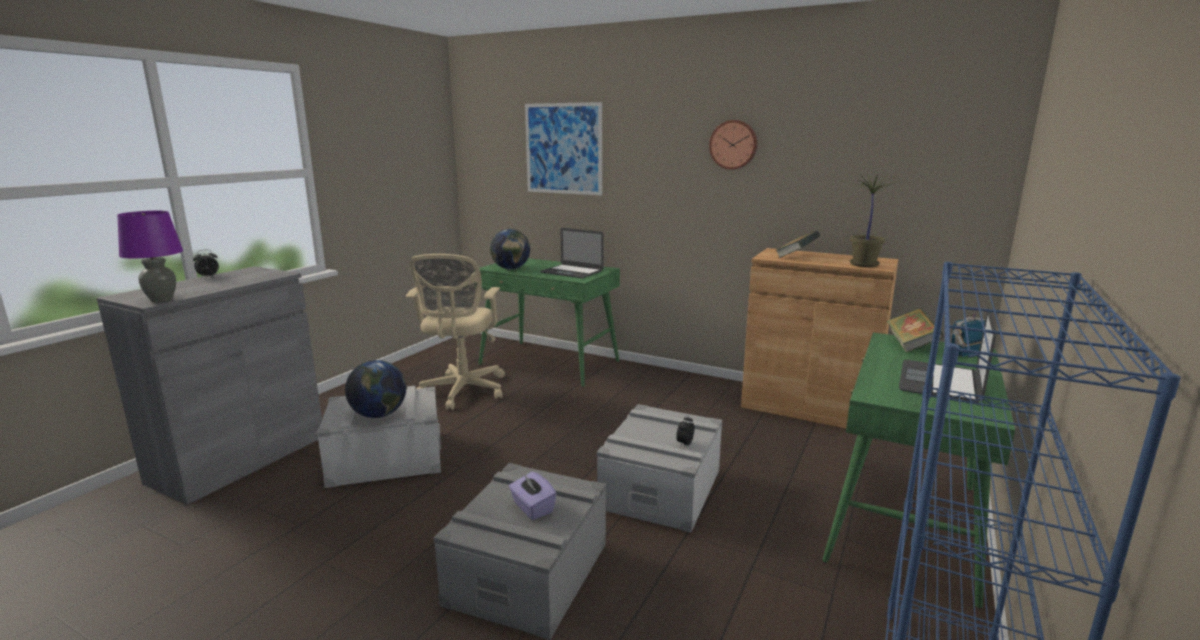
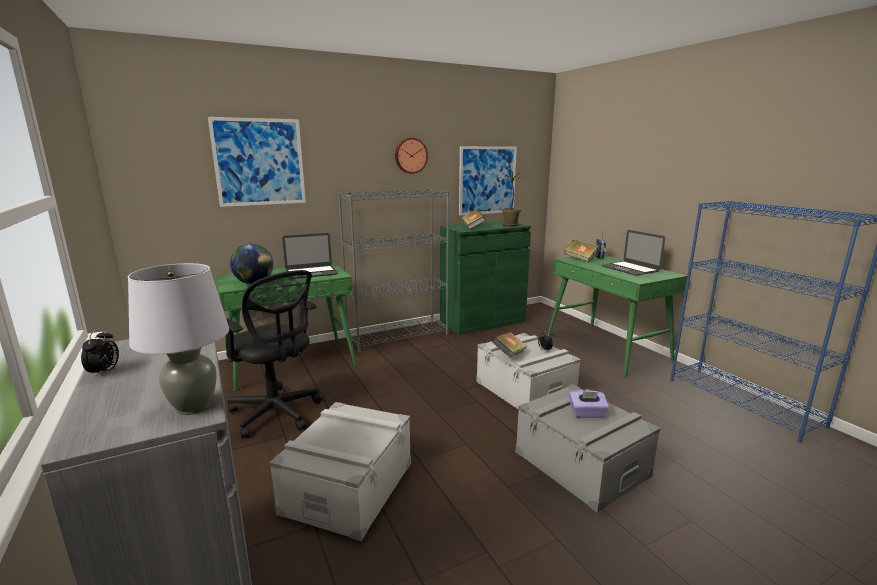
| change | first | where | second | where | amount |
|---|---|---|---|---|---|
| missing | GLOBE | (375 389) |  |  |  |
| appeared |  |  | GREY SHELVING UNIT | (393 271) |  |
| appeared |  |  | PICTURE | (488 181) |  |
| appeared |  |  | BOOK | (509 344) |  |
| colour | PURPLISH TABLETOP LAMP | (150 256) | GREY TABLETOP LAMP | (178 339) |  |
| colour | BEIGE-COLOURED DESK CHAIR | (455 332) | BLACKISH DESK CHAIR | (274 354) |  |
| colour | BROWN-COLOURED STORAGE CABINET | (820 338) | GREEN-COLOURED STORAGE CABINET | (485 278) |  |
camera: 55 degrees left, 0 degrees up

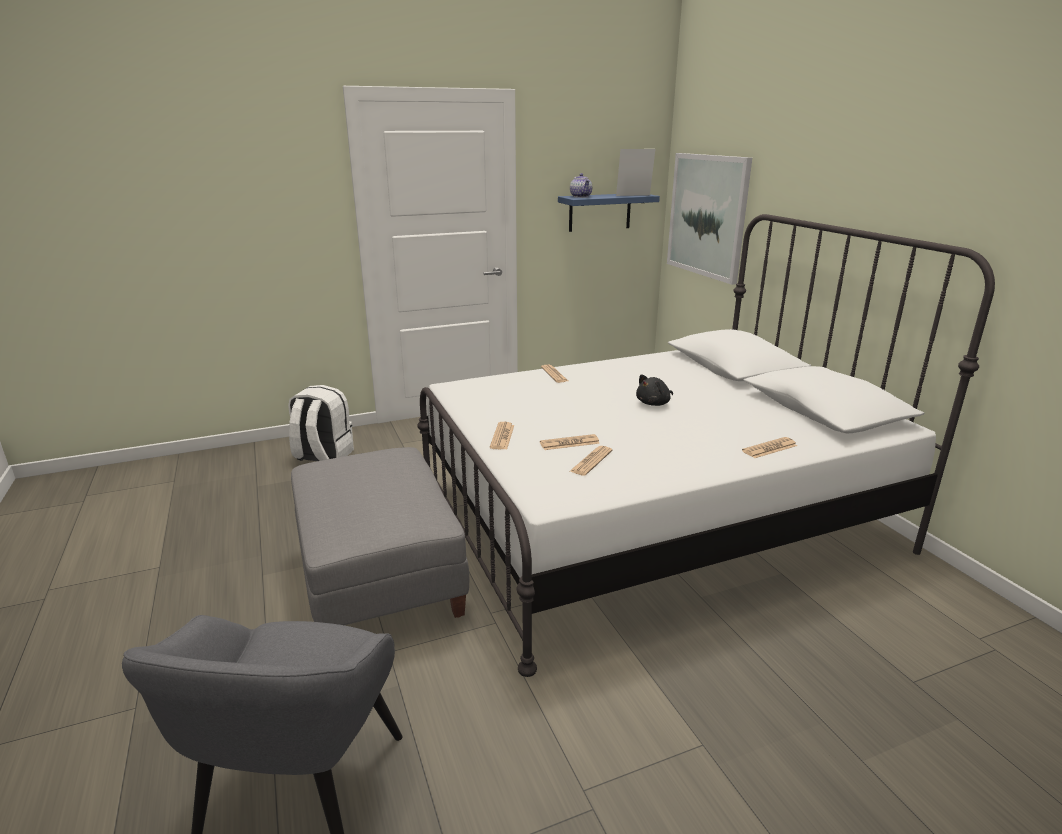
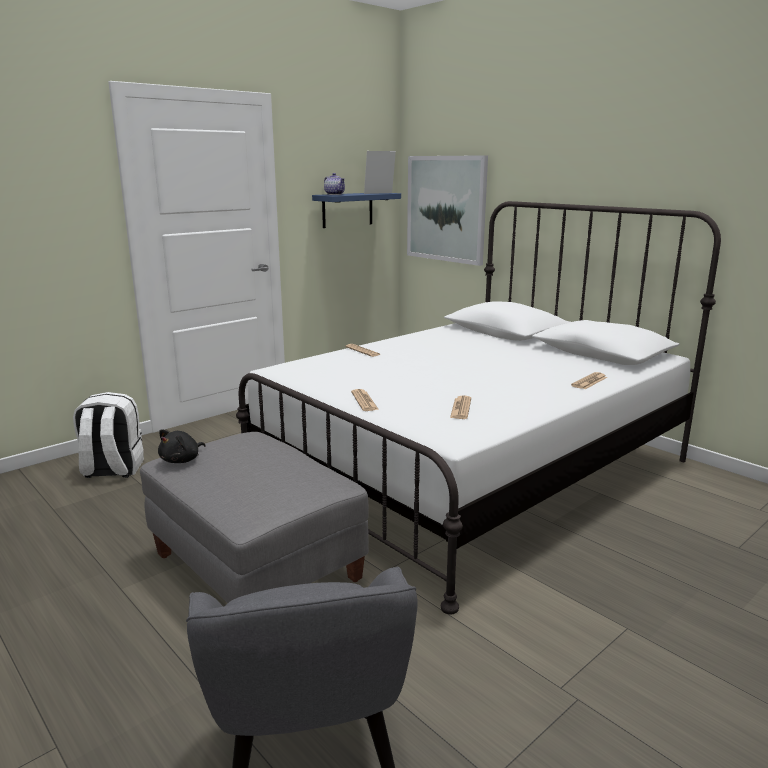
| change | first | where | second | where | amount |
|---|---|---|---|---|---|
| missing | PRINTED PAPER | (570 442) |  |  |  |
| relocated | BLACKISH SOFT TOY | (654 390) |  | (182 446) |  |
camera: 20 degrees left, 5 degrees down

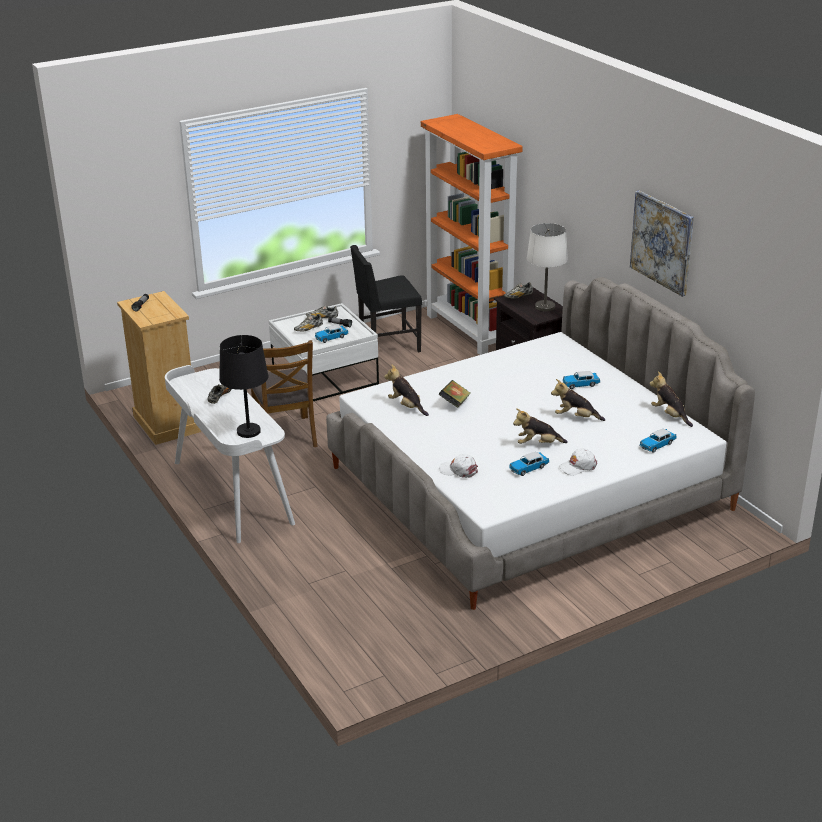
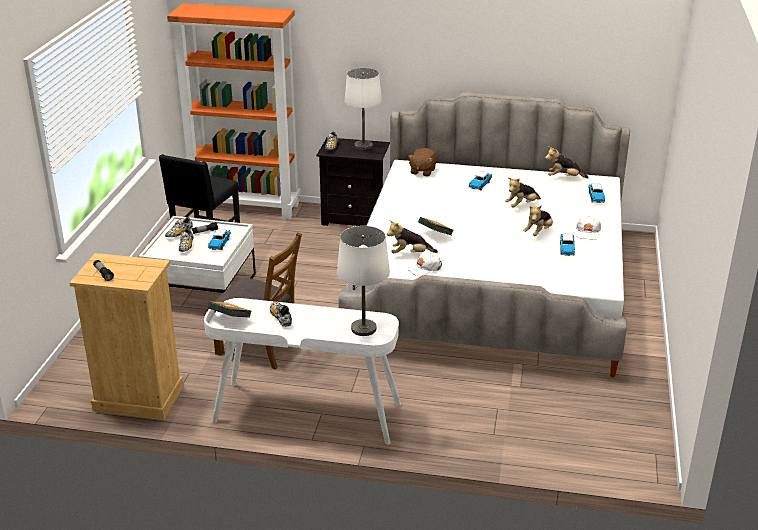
| change | first | where | second | where | amount |
|---|---|---|---|---|---|
| missing | PICTURE | (662 244) |  |  |  |
| appeared |  |  | BOOK | (229 309) |  |
| appeared |  |  | BROWN-COLOURED SOFT TOY | (422 162) |  |
| relocated | WHITISH CAP | (459 466) |  | (425 263) |  |
| colour | BLACKISH TABLETOP LAMP | (244 386) | WHITISH TABLETOP LAMP | (363 281) |  |
camera: 50 degrees left, 0 degrees up

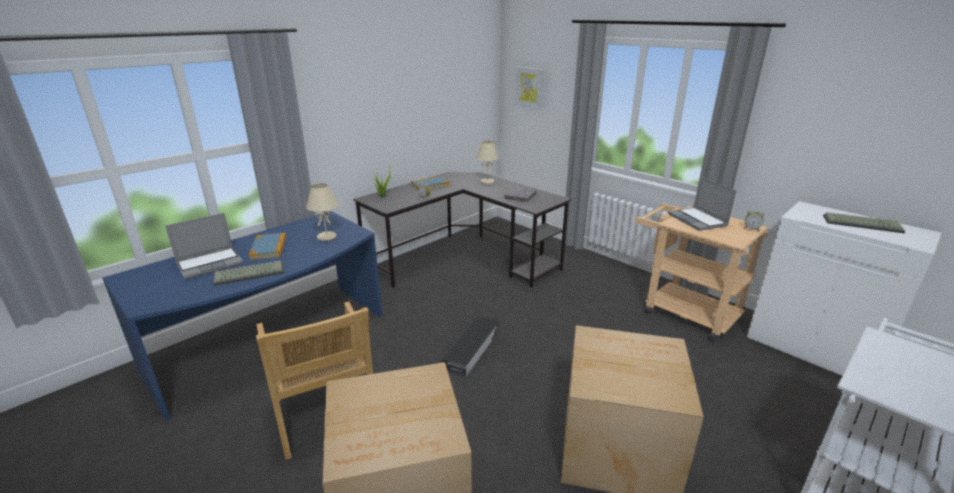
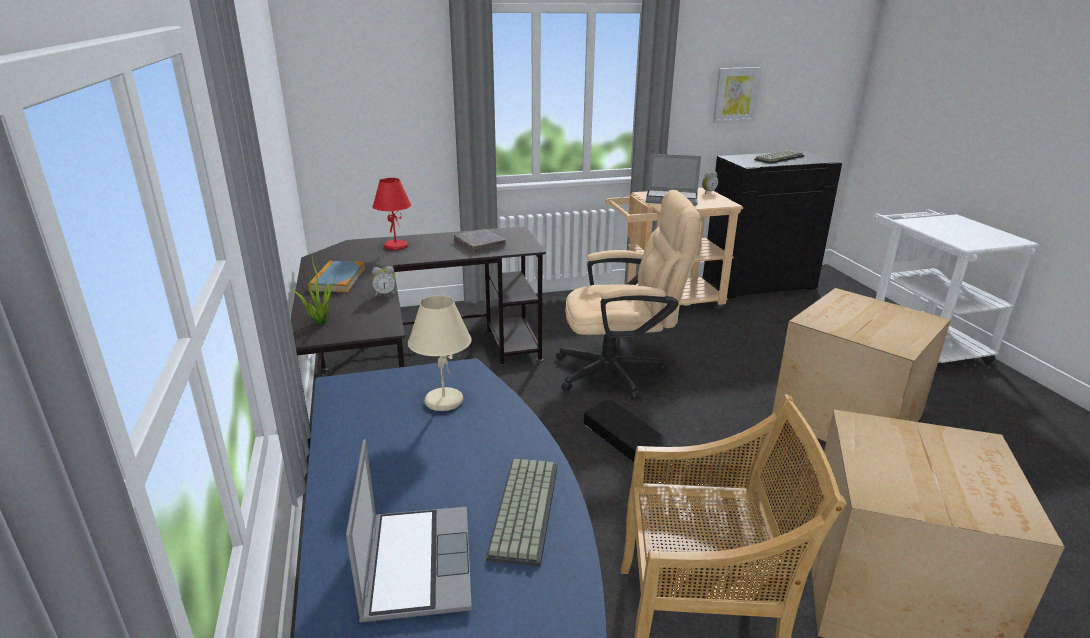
| change | first | where | second | where | amount |
|---|---|---|---|---|---|
| missing | BOOK | (267 246) |  |  |  |
| appeared |  |  | BEIGE-COLOURED DESK CHAIR | (629 295) |  |
| relocated | PICTURE | (530 88) |  | (737 95) |  |
| colour | BEIGE-COLOURED TABLETOP LAMP | (487 163) | RED TABLETOP LAMP | (392 214) |  |
| colour | WHITISH STORAGE CABINET | (843 288) | BLACKISH STORAGE CABINET | (772 225) |  |
camera: 60 degrees left, 0 degrees up

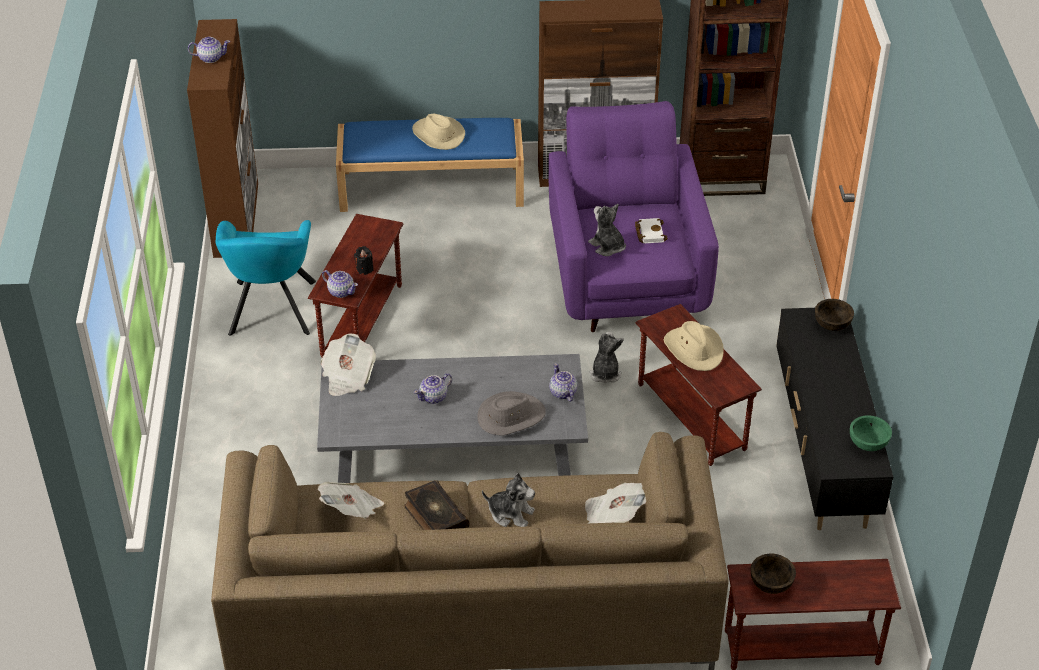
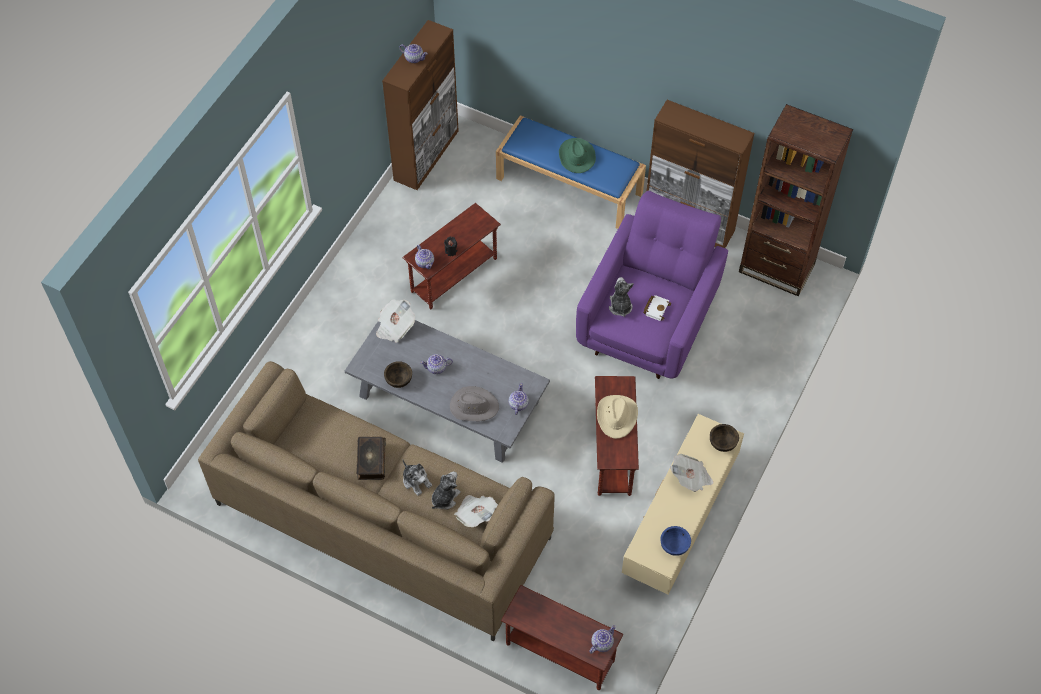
| change | first | where | second | where | amount |
|---|---|---|---|---|---|
| missing | BLUE-GREEN ARMCHAIR | (266 278) |  |  |  |
| appeared |  |  | POT FOR TEA | (602 639) |  |
| relocated | PRINTED PAPER | (351 500) |  | (691 473) |  |
| relocated | SOFT TOY | (606 357) |  | (446 490) |  |
| relocated | BROWN-COLOURED BOWL | (773 574) |  | (398 374) |  |
| colour | BEIGE-COLOURED HAT | (438 132) | GREEN-COLOURED HAT | (577 155) |  |
| colour | BLACKISH MEDIA CONSOLE | (834 419) | BEIGE-COLOURED MEDIA CONSOLE | (683 504) |  |
| colour | GREEN-COLOURED BOWL | (871 433) | BLUE BOWL | (675 541) |  |
camera: 30 degrees right, 15 degrees up

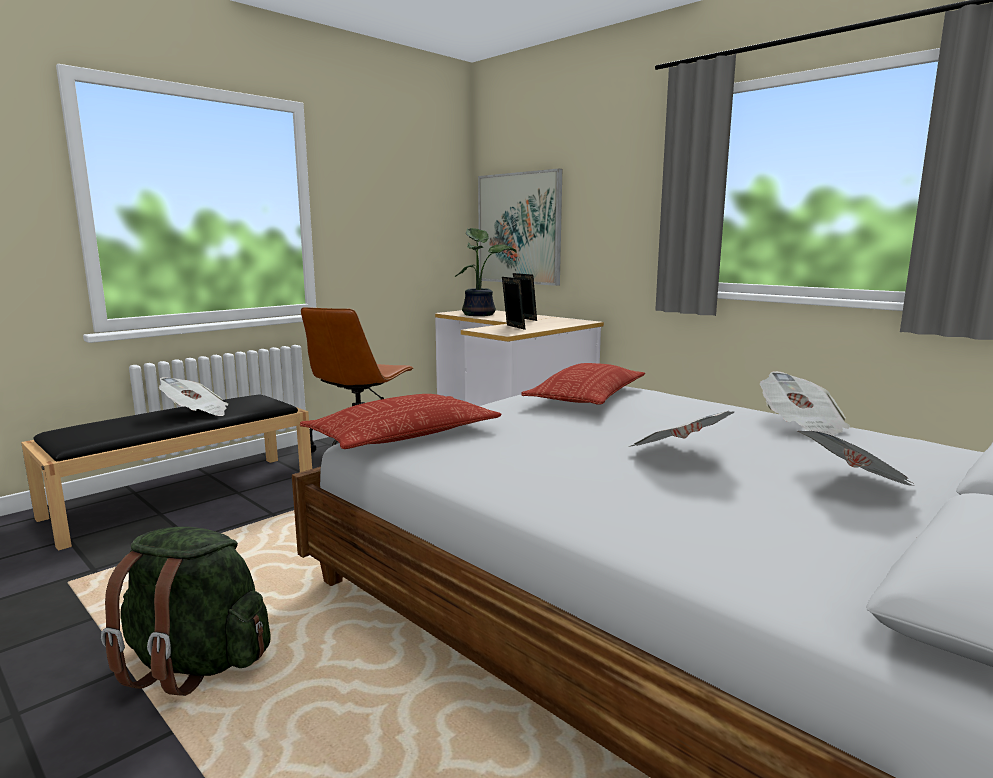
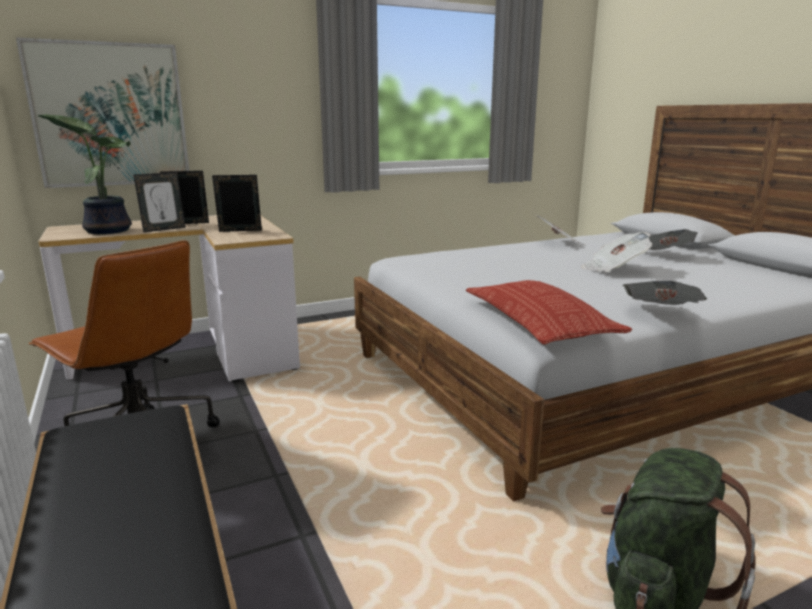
| change | first | where | second | where | amount |
|---|---|---|---|---|---|
| missing | PILLOW | (583 384) |  |  |  |
| appeared |  |  | PHOTO FRAME | (159 202) |  |
| relocated | PRINTED PAPER | (193 396) |  | (665 293) |  |
camera: 70 degrees left, 5 degrees up

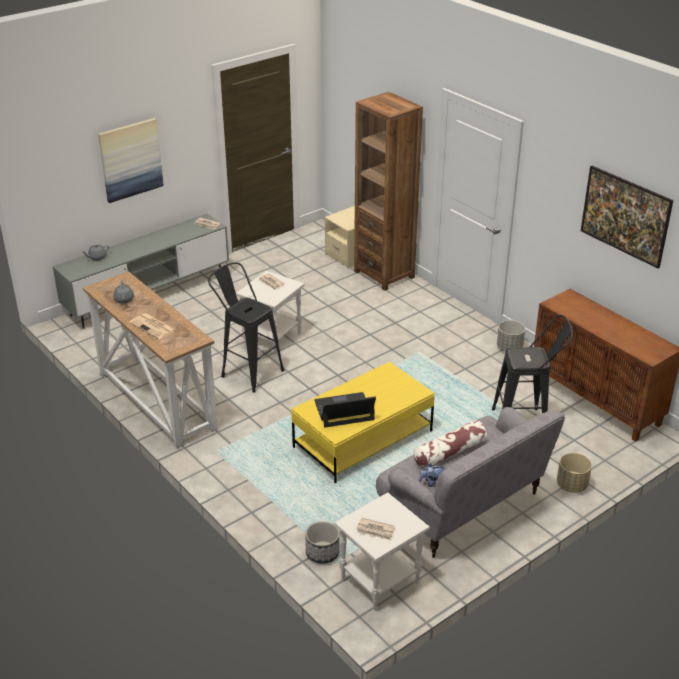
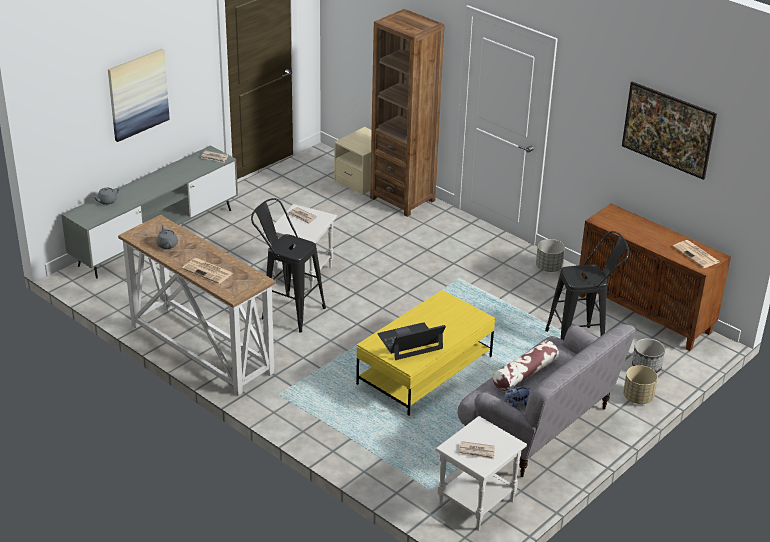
| change | first | where | second | where | amount |
|---|---|---|---|---|---|
| appeared |  |  | PRINTED PAPER | (696 254) |  |
| relocated | PLANT POT | (322 542) |  | (648 355) |  |
camera: 10 degrees left, 0 degrees up

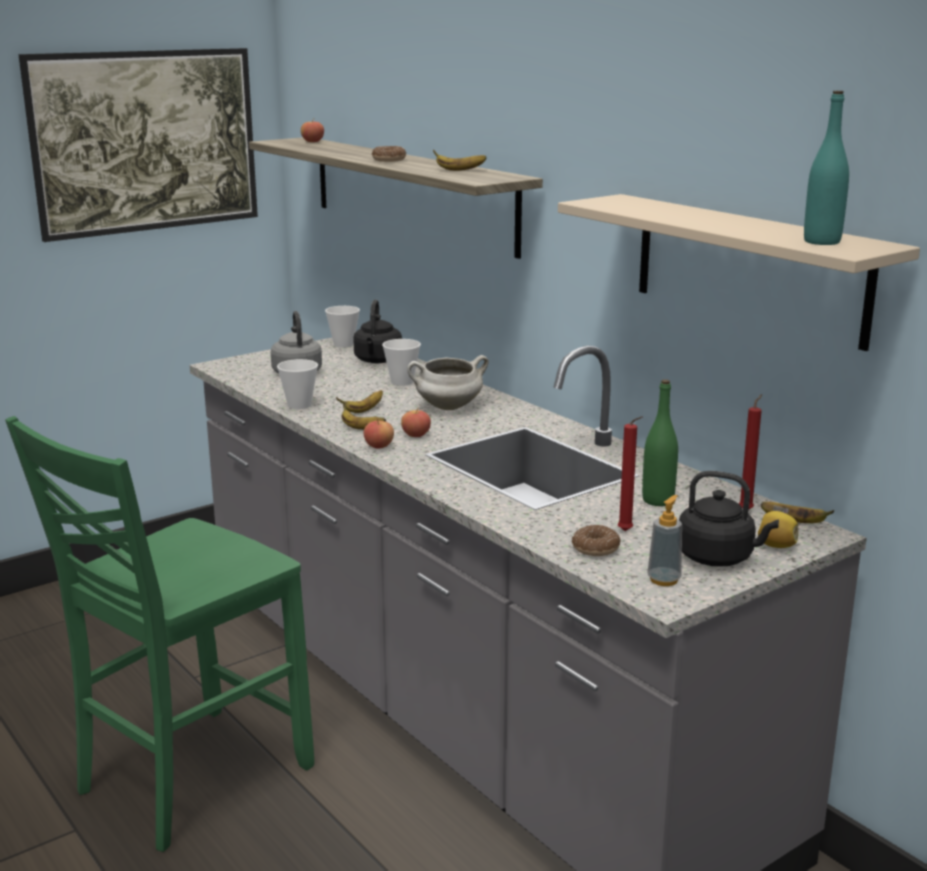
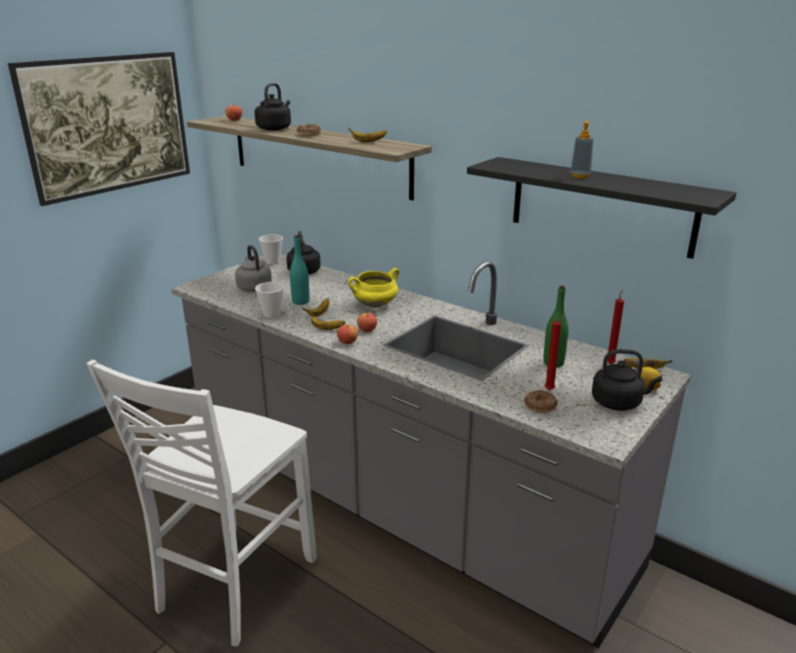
| change | first | where | second | where | amount |
|---|---|---|---|---|---|
| missing | SMALL CUP | (401 362) |  |  |  |
| appeared |  |  | BLACKISH KETTLE | (273 107) |  |
| relocated | SOAP DISPENSER | (664 540) |  | (581 149) |  |
| relocated | BLUE-GREEN DRINK BOTTLE | (826 168) |  | (299 270) |  |
| colour | GREEN-COLOURED CHAIR | (159 634) | WHITISH CHAIR | (201 503) |  |
| colour | WHITISH STOCKPOT | (448 382) | YELLOW STOCKPOT | (373 288) |  |
| colour | BEIGE-COLOURED WALL SHELF | (739 272) | BLACKISH WALL SHELF | (601 208) |  |
camera: 15 degrees left, 5 degrees up

